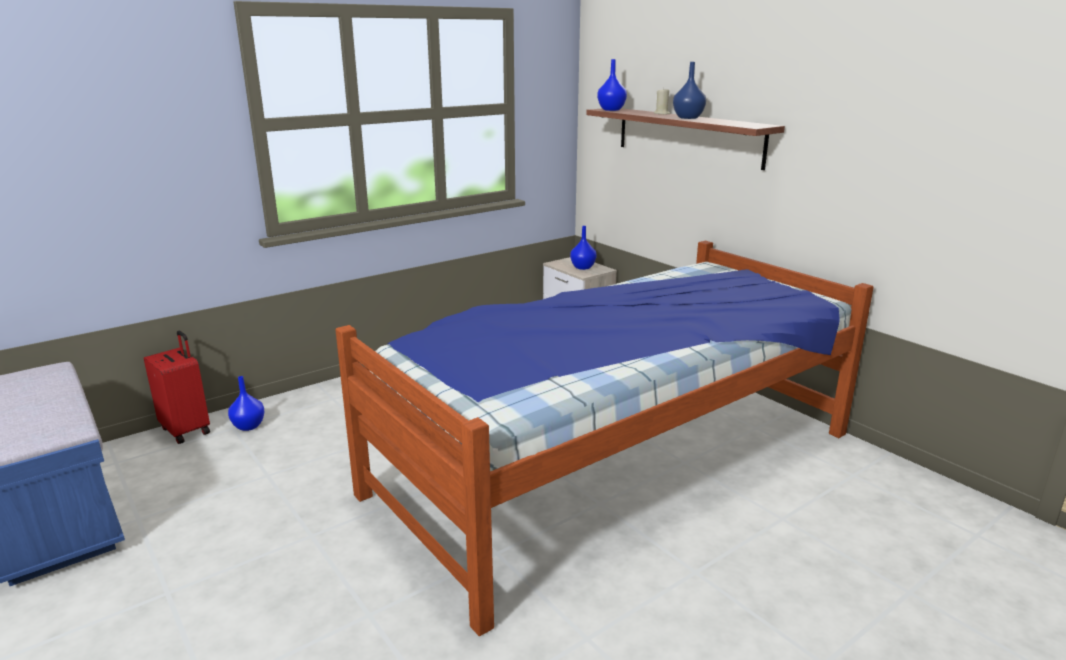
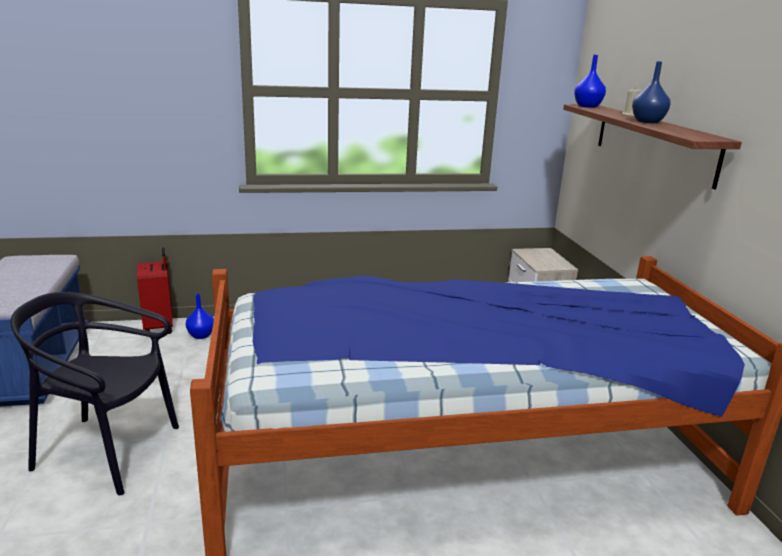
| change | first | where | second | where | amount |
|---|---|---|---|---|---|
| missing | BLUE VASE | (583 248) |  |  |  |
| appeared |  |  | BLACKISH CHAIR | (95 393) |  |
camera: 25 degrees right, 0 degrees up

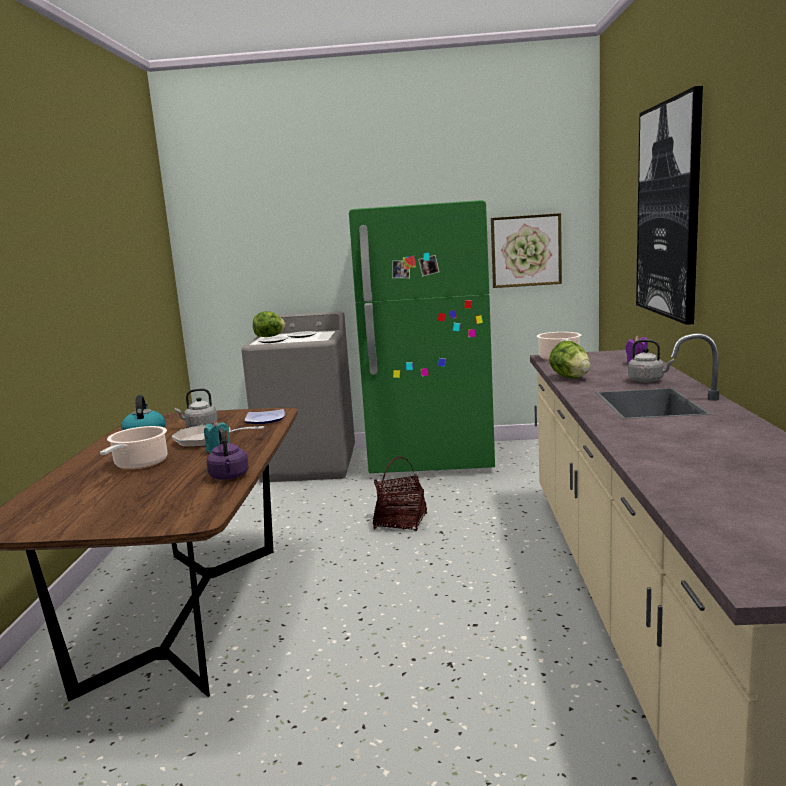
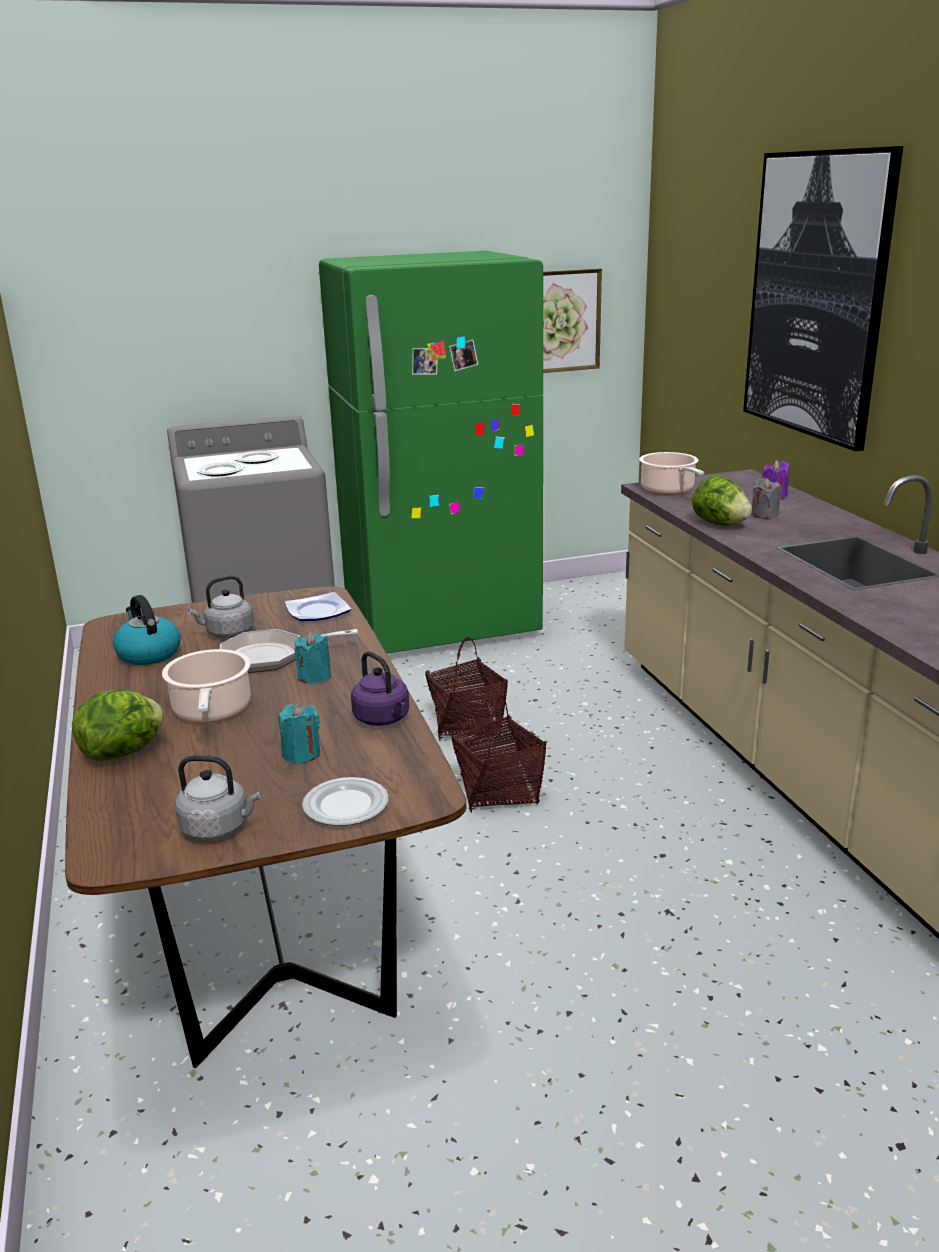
| change | first | where | second | where | amount |
|---|---|---|---|---|---|
| appeared |  |  | BLUE-GREEN WAX LIGHT | (299 734) |  |
| appeared |  |  | FLAT DISH | (345 801) |  |
| appeared |  |  | BASKET | (498 753) |  |
| appeared |  |  | GREY WAX LIGHT | (766 498) |  |
| relocated | HEAD OF LETTUCE | (269 324) |  | (118 725) |  |
| relocated | GREY KETTLE | (651 360) |  | (218 797) |  |
camera: 20 degrees left, 10 degrees up

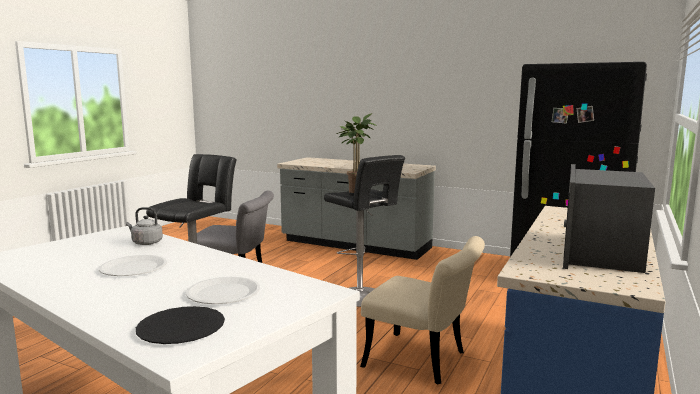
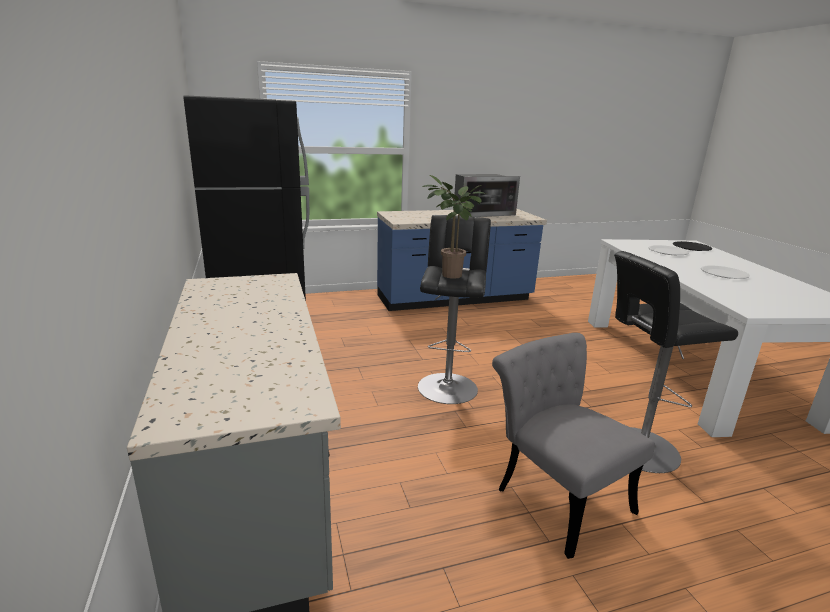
| change | first | where | second | where | amount |
|---|---|---|---|---|---|
| missing | GREY KETTLE | (144 226) |  |  |  |
| missing | BEIGE-COLOURED CHAIR | (422 310) |  |  |  |
camera: 135 degrees left, 10 degrees up

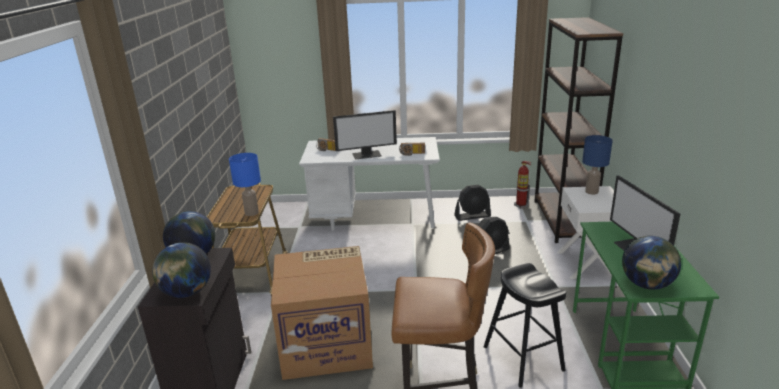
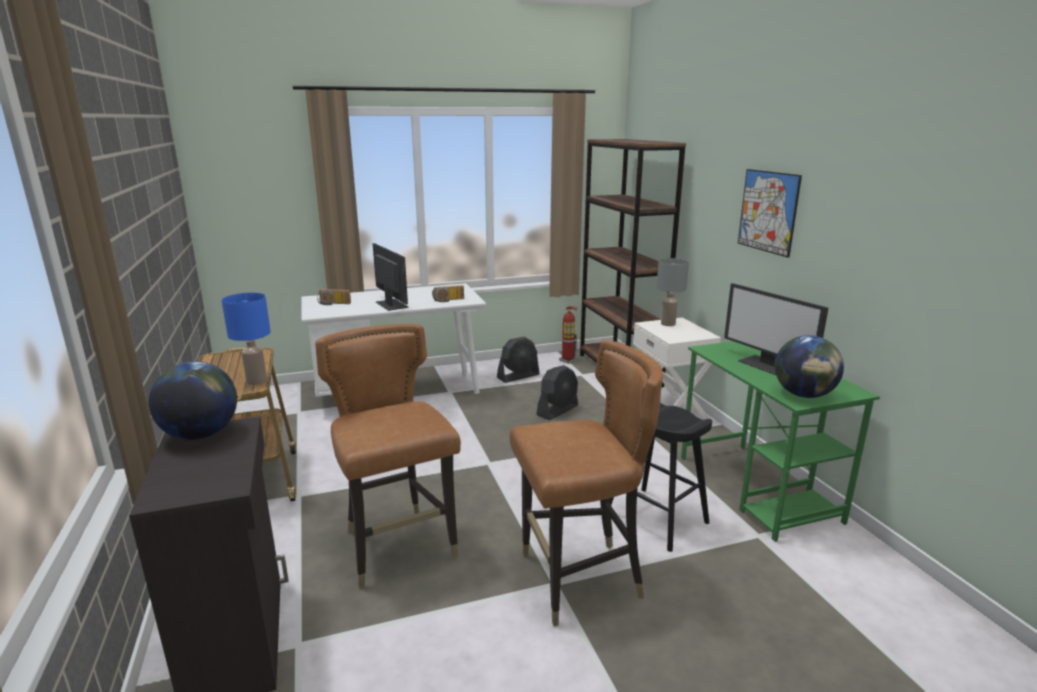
| change | first | where | second | where | amount |
|---|---|---|---|---|---|
| missing | GLOBE | (181 270) |  |  |  |
| appeared |  |  | PICTURE | (770 213) |  |
| exchanged | CARTON | (322 313) | BROWN-COLOURED CHAIR | (388 456) |  |
| colour | BLUE TABLETOP LAMP | (597 165) | GREY TABLETOP LAMP | (672 292) |  |
| spun | COMPUTER SCREEN | (365 134) |  | (390 277) | 90 degrees counterclockwise |
camera: 20 degrees left, 5 degrees down

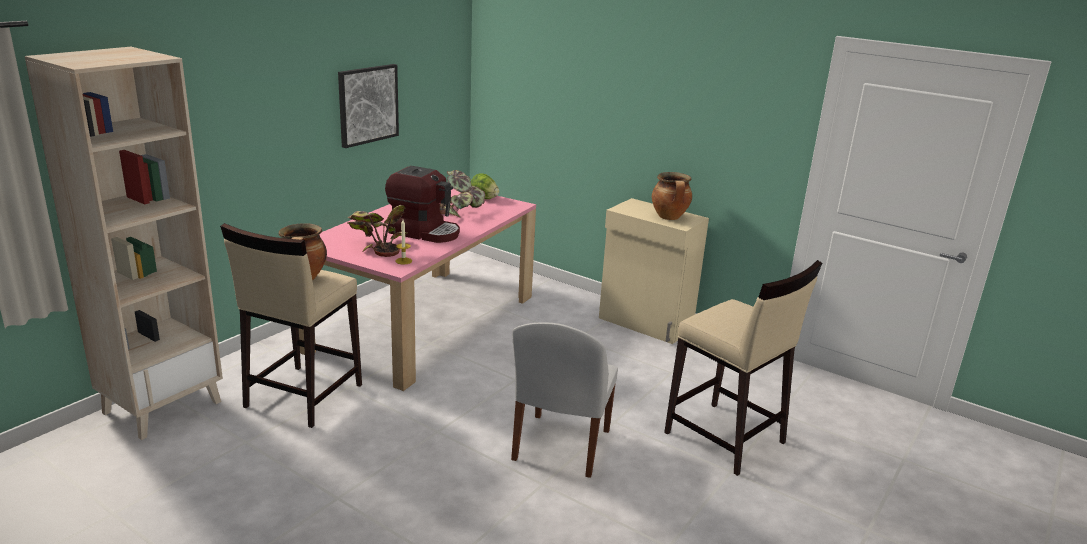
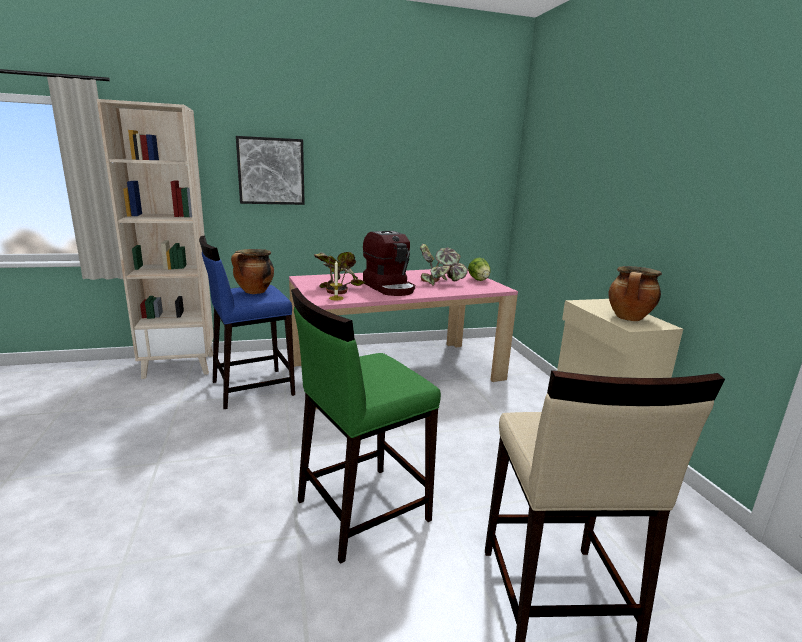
| change | first | where | second | where | amount |
|---|---|---|---|---|---|
| relocated | PICTURE | (368 106) |  | (270 170) |  |
| exchanged | WHITISH CHAIR | (564 400) | GREEN-COLOURED SITTING STOOL | (366 426) |  |
| colour | BEIGE-COLOURED SITTING STOOL | (291 325) | BLUE SITTING STOOL | (247 322) |  |
camera: 40 degrees right, 5 degrees down

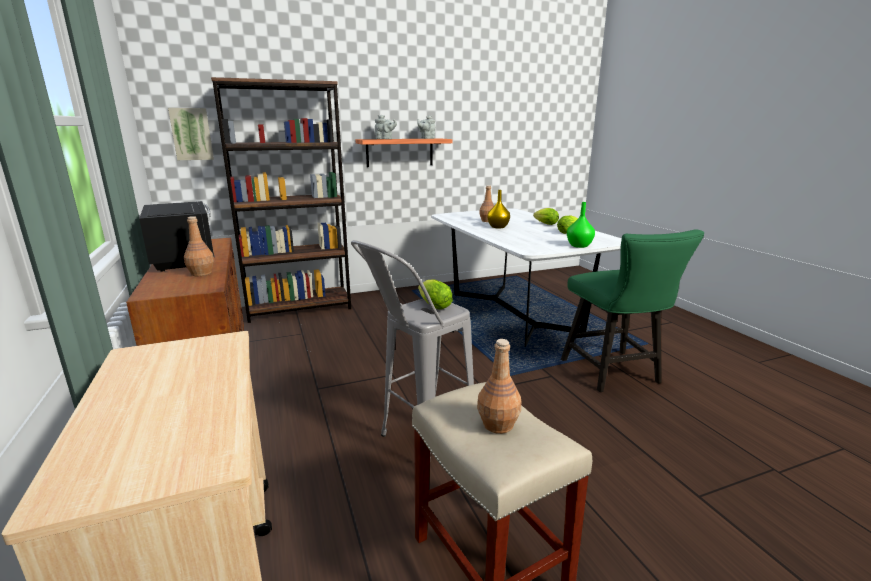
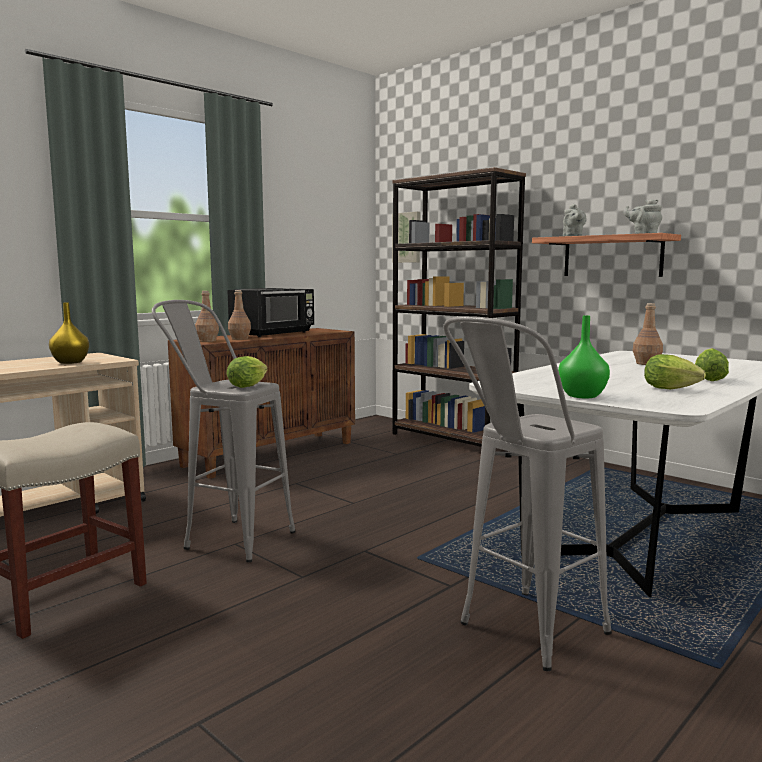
| change | first | where | second | where | amount |
|---|---|---|---|---|---|
| relocated | BROWN-COLOURED DRINK BOTTLE | (499 386) |  | (207 316) |  |
| relocated | YELLOW VASE | (498 209) |  | (69 333) |  |
| exchanged | GREEN-COLOURED CHAIR | (632 310) | GREY SITTING STOOL | (527 493) |  |
camera: 65 degrees right, 10 degrees down

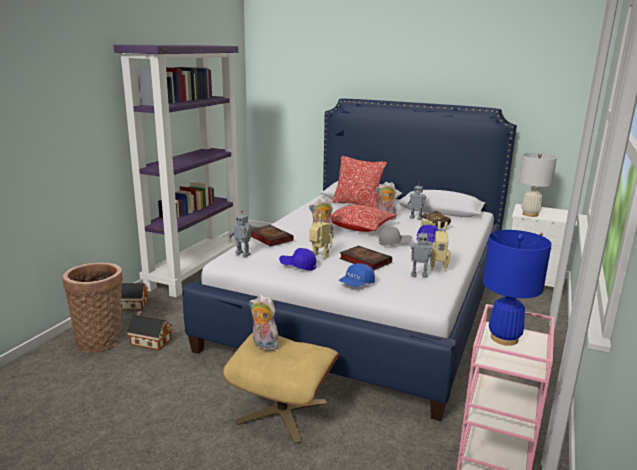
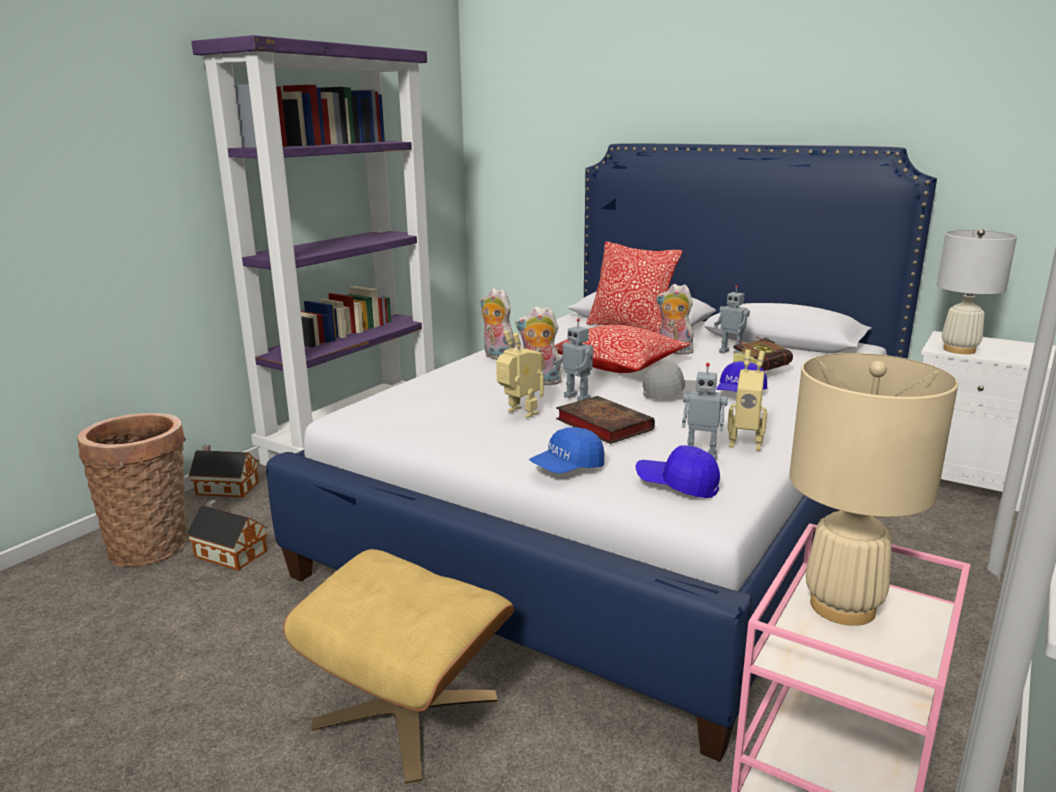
| change | first | where | second | where | amount |
|---|---|---|---|---|---|
| missing | BOOK | (272 236) |  |  |  |
| relocated | ROBOT FIGURE | (240 234) |  | (573 359) |  |
| relocated | SOFT TOY | (264 322) |  | (498 324) |  |
| relocated | BLUE CAP | (297 259) |  | (678 472) |  |
| colour | BLUE TABLETOP LAMP | (517 288) | BEIGE-COLOURED TABLETOP LAMP | (873 489) |  |
camera: 10 degrees right, 0 degrees up

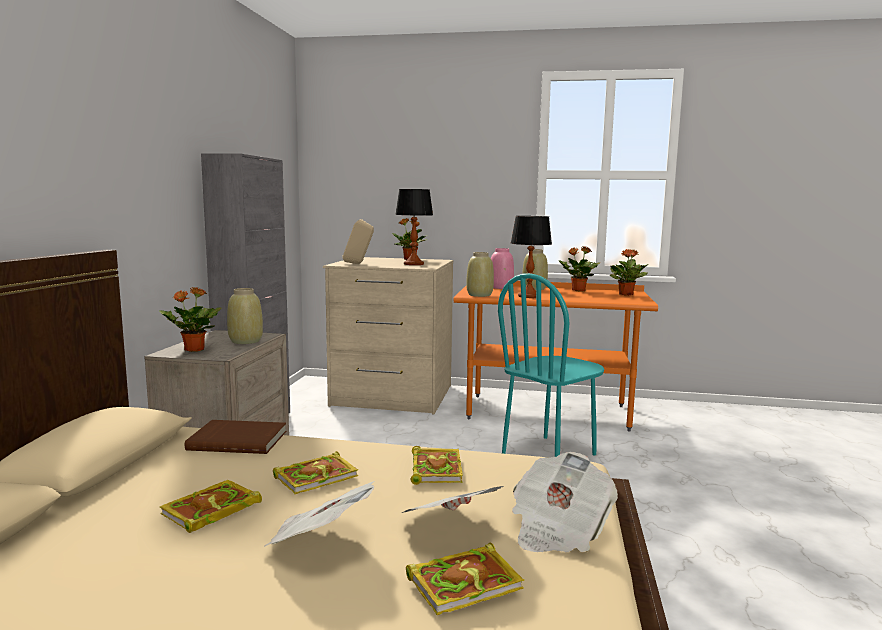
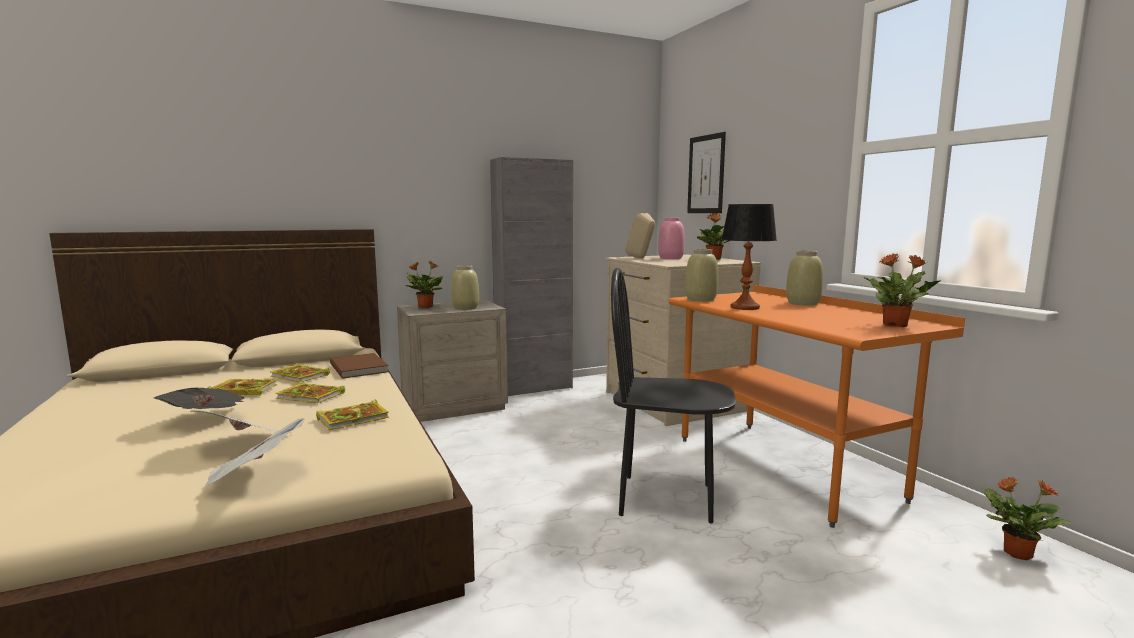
| change | first | where | second | where | amount |
|---|---|---|---|---|---|
| missing | TABLETOP LAMP | (414 227) |  |  |  |
| appeared |  |  | PICTURE | (706 172) |  |
| relocated | BOOK | (465 578) |  | (300 373) |  |
| relocated | PINK-COLOURED VASE | (502 268) |  | (671 238) |  |
| relocated | POTTED PLANT | (580 269) |  | (1027 518) |  |
| colour | BLUE-GREEN CHAIR | (551 365) | BLACKISH CHAIR | (673 395) |  |
camera: 55 degrees right, 0 degrees up

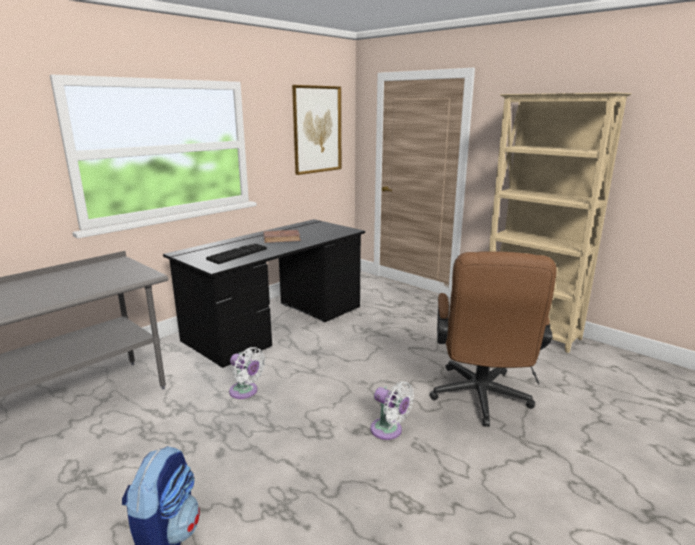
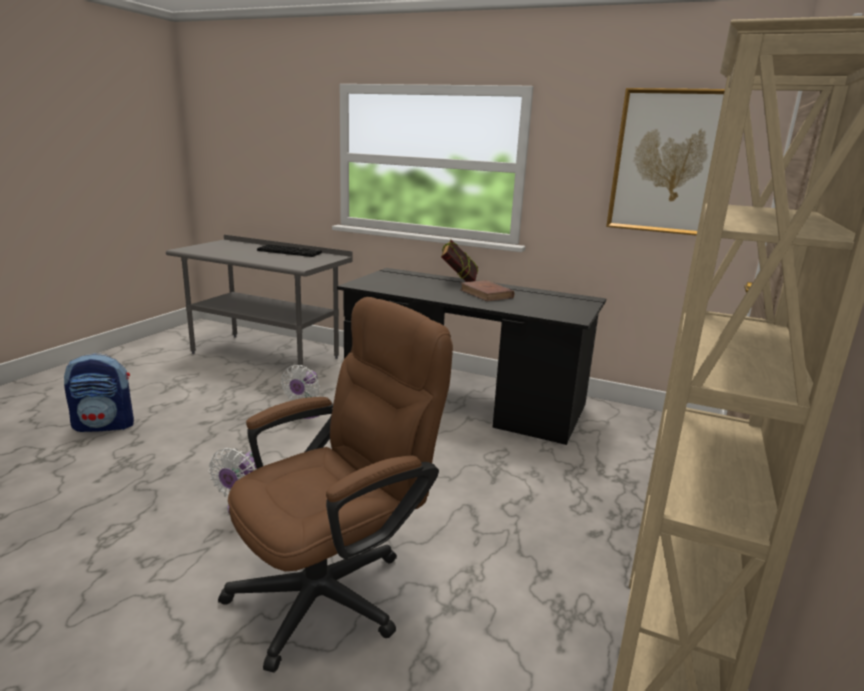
| change | first | where | second | where | amount |
|---|---|---|---|---|---|
| appeared |  |  | BOOK | (460 260) |  |
| relocated | COMPUTER KEYBOARD | (236 253) |  | (289 250) |  |
| spun | BROWN-COLOURED DESK CHAIR | (493 339) |  | (335 484) | 150 degrees clockwise |
camera: 70 degrees right, 0 degrees up

